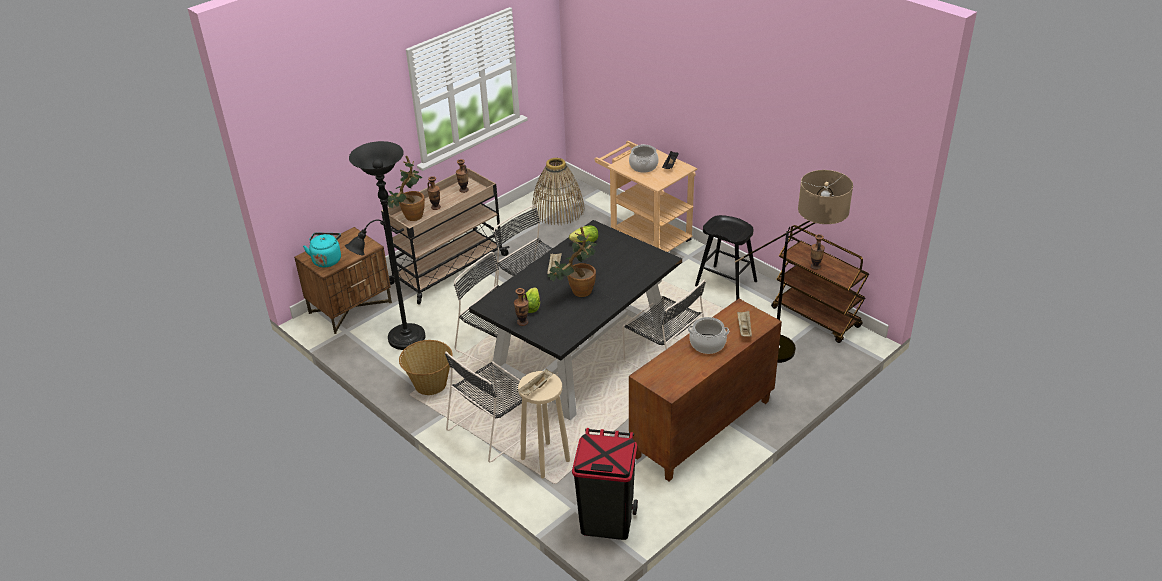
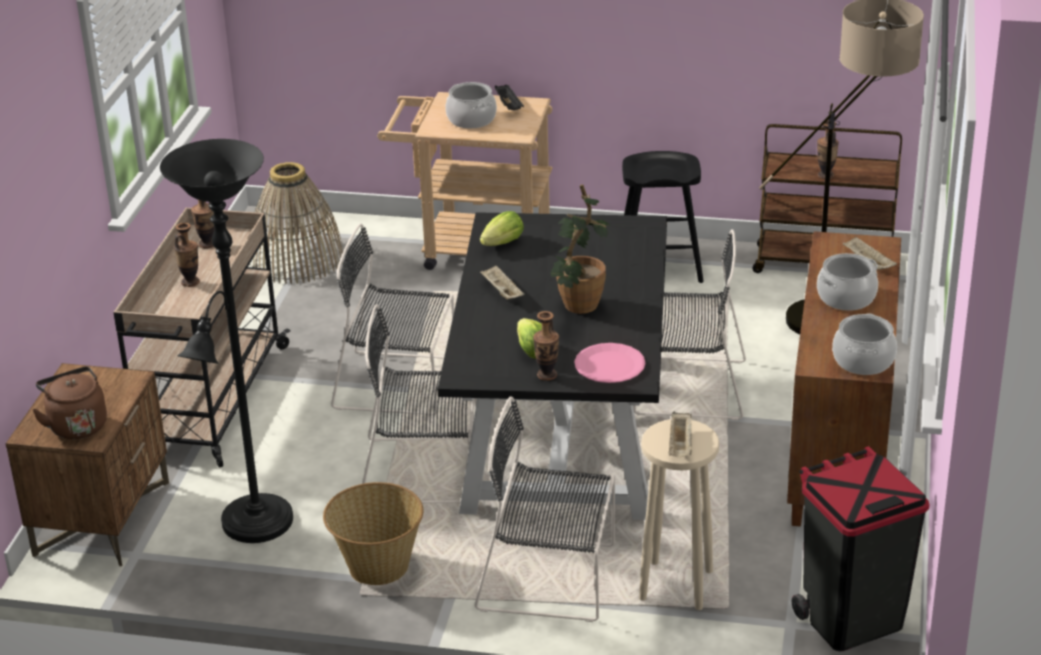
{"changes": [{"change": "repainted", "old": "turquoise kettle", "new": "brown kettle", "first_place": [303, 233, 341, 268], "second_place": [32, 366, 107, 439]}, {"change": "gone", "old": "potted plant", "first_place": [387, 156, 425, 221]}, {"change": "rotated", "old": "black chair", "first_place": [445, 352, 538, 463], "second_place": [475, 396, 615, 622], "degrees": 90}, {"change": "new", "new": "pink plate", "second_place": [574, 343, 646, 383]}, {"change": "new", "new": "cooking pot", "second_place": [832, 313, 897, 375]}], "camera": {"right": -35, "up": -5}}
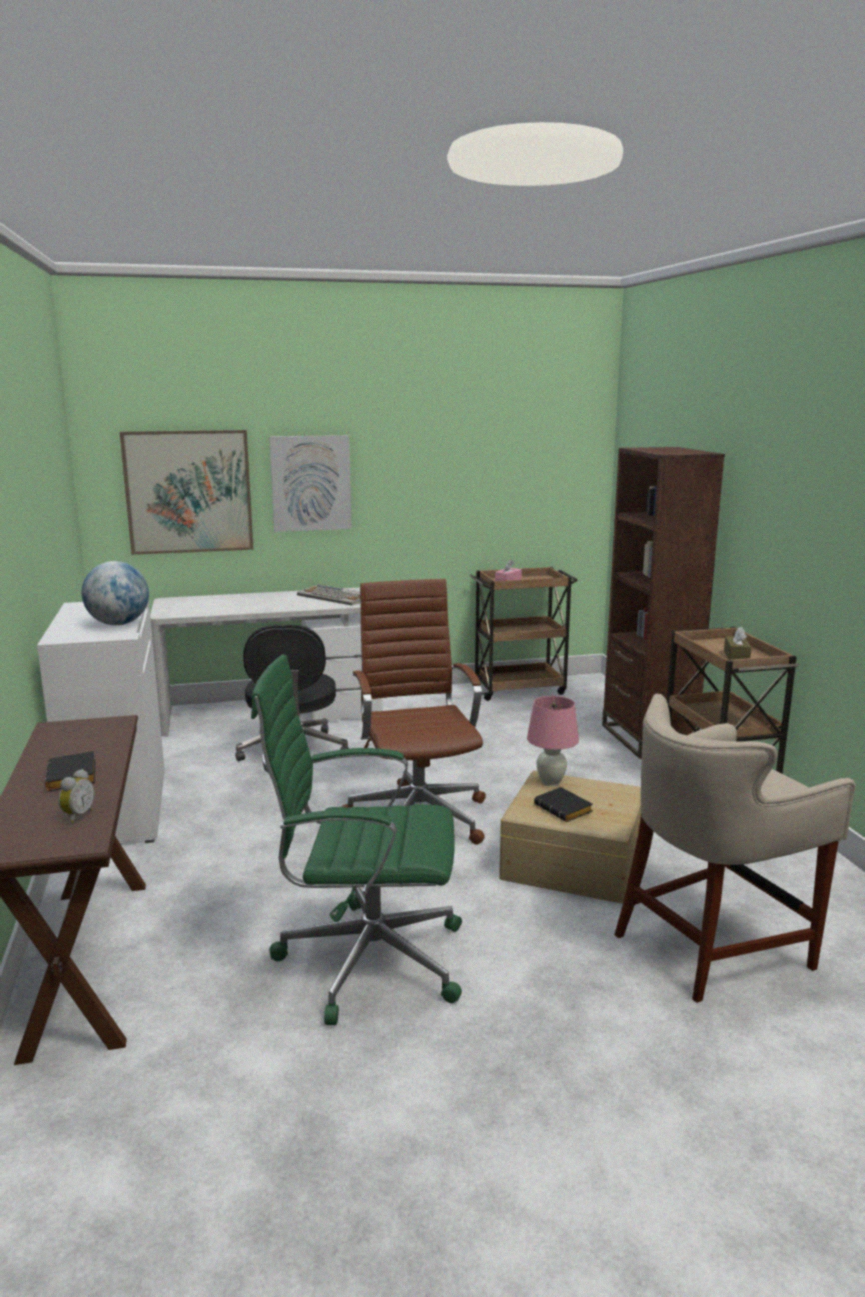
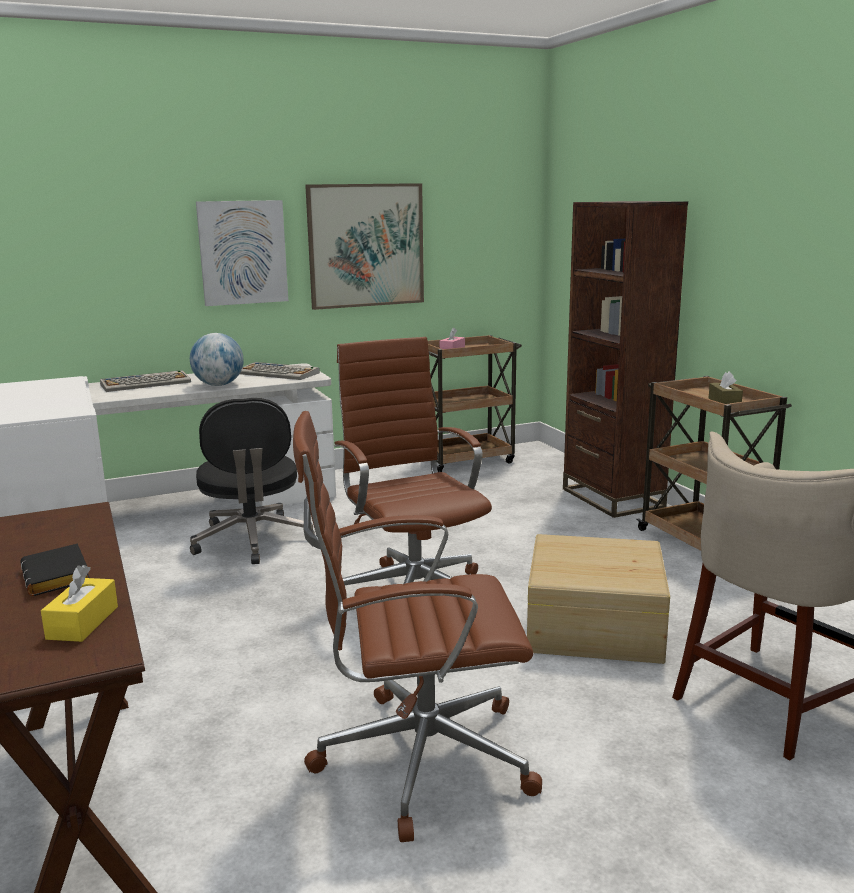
{"changes": [{"change": "swapped", "old": "alarm clock", "new": "yellow tissue box", "first_place": [58, 769, 95, 823], "second_place": [41, 565, 118, 642]}, {"change": "shifted", "old": "globe", "first_place": [82, 561, 149, 625], "second_place": [190, 333, 244, 386]}, {"change": "shifted", "old": "picture", "first_place": [120, 430, 254, 555], "second_place": [305, 183, 424, 310]}, {"change": "repainted", "old": "green office chair", "new": "brown office chair", "first_place": [251, 654, 462, 1025], "second_place": [293, 411, 542, 842]}, {"change": "gone", "old": "pink table lamp", "first_place": [527, 696, 579, 786]}, {"change": "gone", "old": "black book", "first_place": [534, 787, 593, 822]}, {"change": "new", "new": "keyboard", "second_place": [100, 370, 191, 392]}], "camera": {"right": -10, "up": 0}}
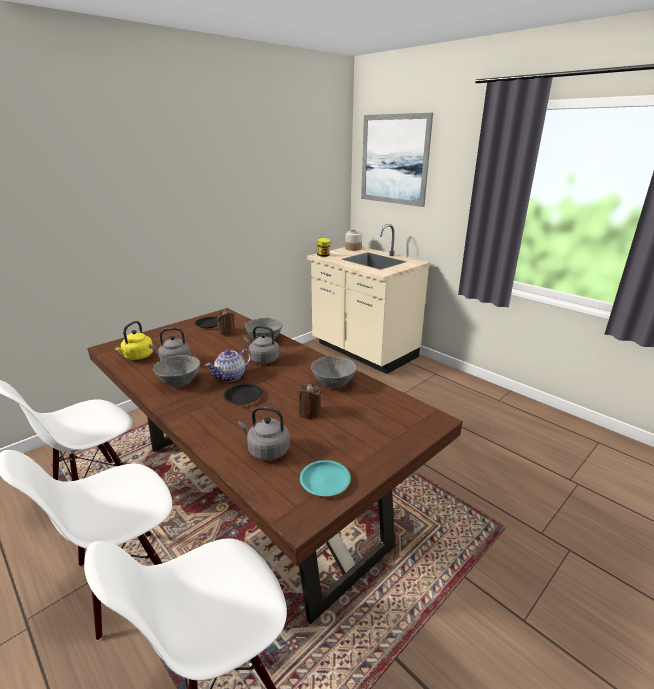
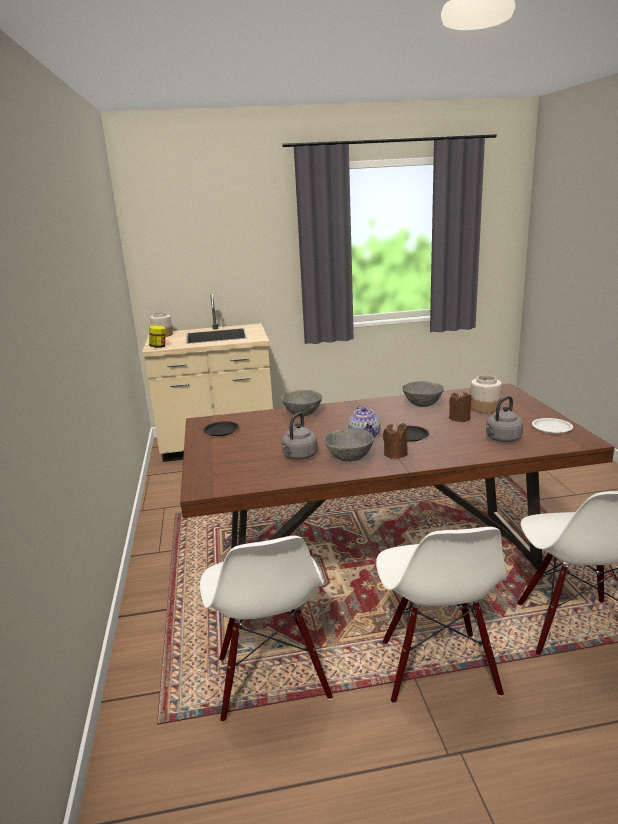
{"changes": [{"change": "gone", "old": "yellow kettle", "first_place": [115, 321, 153, 360]}, {"change": "shifted", "old": "brown candle", "first_place": [216, 309, 235, 335], "second_place": [383, 422, 408, 459]}, {"change": "gone", "old": "grey kettle", "first_place": [244, 325, 279, 364]}, {"change": "repainted", "old": "turquoise plate", "new": "white plate", "first_place": [300, 460, 351, 496], "second_place": [532, 418, 573, 434]}, {"change": "gone", "old": "picture", "first_place": [361, 113, 433, 207]}, {"change": "new", "new": "jar", "second_place": [470, 375, 502, 413]}], "camera": {"right": -55, "up": -5}}
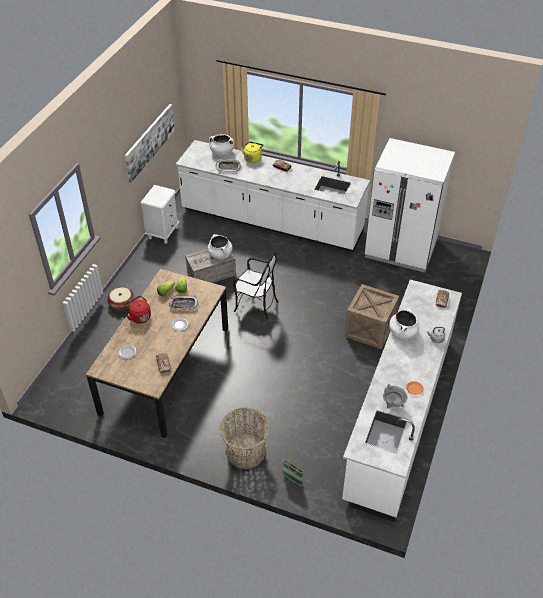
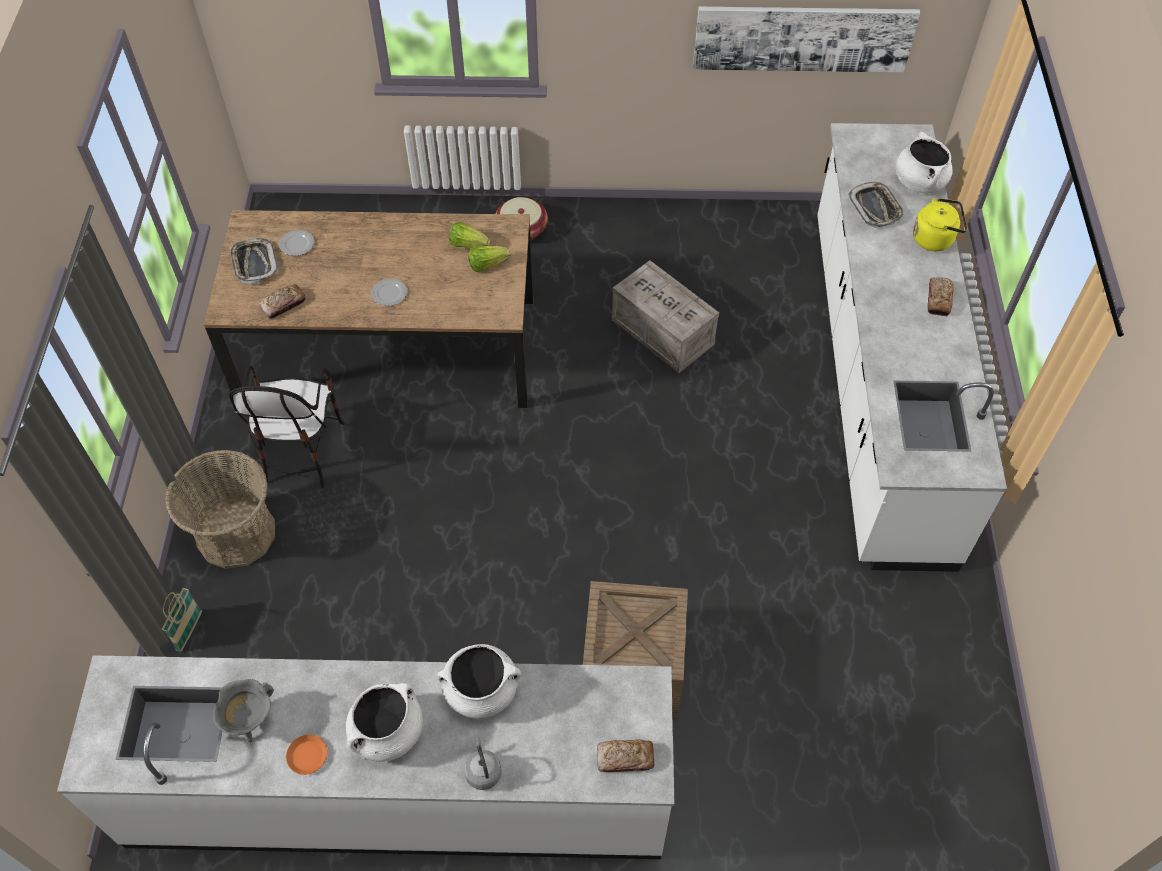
{"changes": [{"change": "gone", "old": "red kettle", "first_place": [124, 296, 151, 323]}, {"change": "gone", "old": "white nightstand", "first_place": [140, 185, 179, 244]}, {"change": "shifted", "old": "tray", "first_place": [169, 296, 198, 310], "second_place": [229, 238, 278, 284]}, {"change": "shifted", "old": "white cooking pot", "first_place": [208, 234, 232, 259], "second_place": [346, 683, 423, 762]}, {"change": "shifted", "old": "chair", "first_place": [233, 252, 279, 320], "second_place": [229, 365, 344, 488]}, {"change": "gone", "old": "white fridge", "first_place": [364, 138, 455, 273]}], "camera": {"right": 70, "up": 10}}
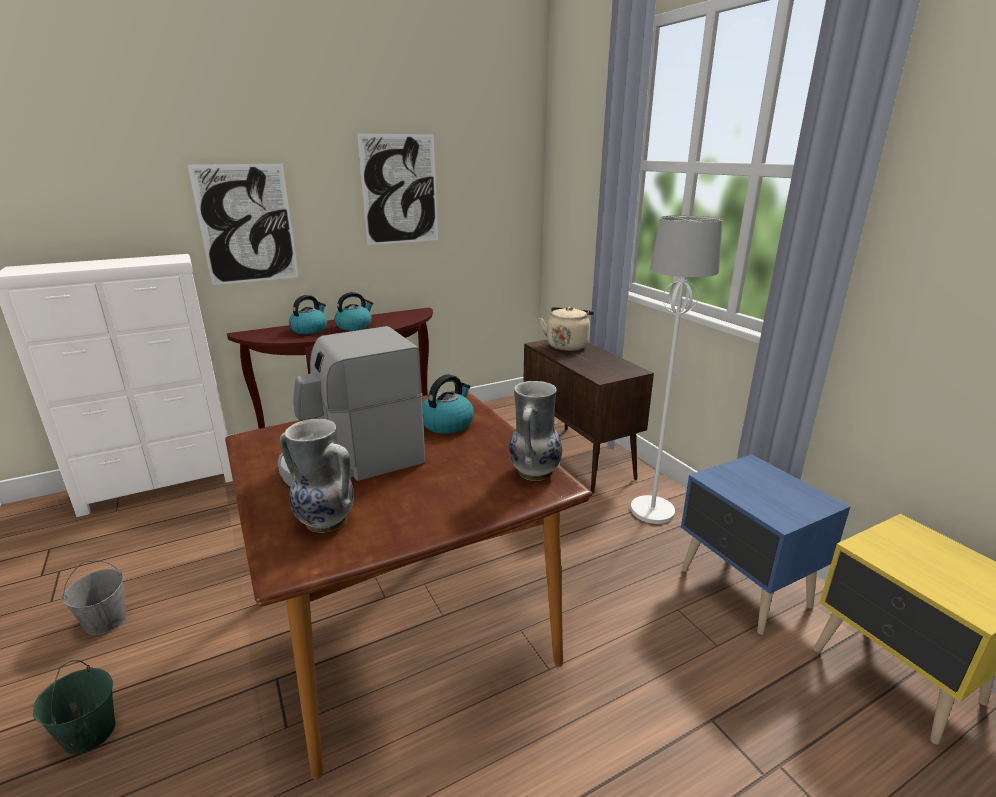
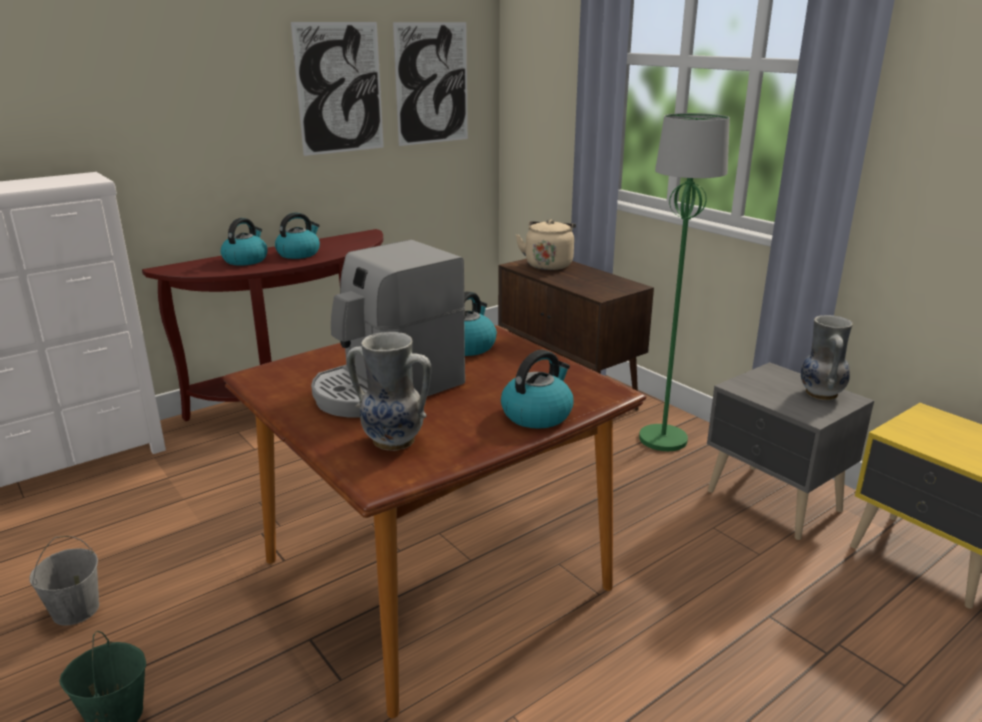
{"changes": [{"change": "shifted", "old": "picture", "first_place": [188, 164, 299, 285], "second_place": [393, 22, 468, 146]}, {"change": "shifted", "old": "vase", "first_place": [509, 381, 562, 481], "second_place": [801, 315, 853, 400]}, {"change": "repainted", "old": "white floor lamp", "new": "green floor lamp", "first_place": [630, 215, 723, 524], "second_place": [639, 113, 730, 451]}, {"change": "repainted", "old": "blue nightstand", "new": "grey nightstand", "first_place": [681, 454, 851, 635], "second_place": [707, 362, 874, 540]}, {"change": "new", "new": "kettle", "second_place": [501, 350, 573, 429]}], "camera": {"right": -10, "up": 0}}
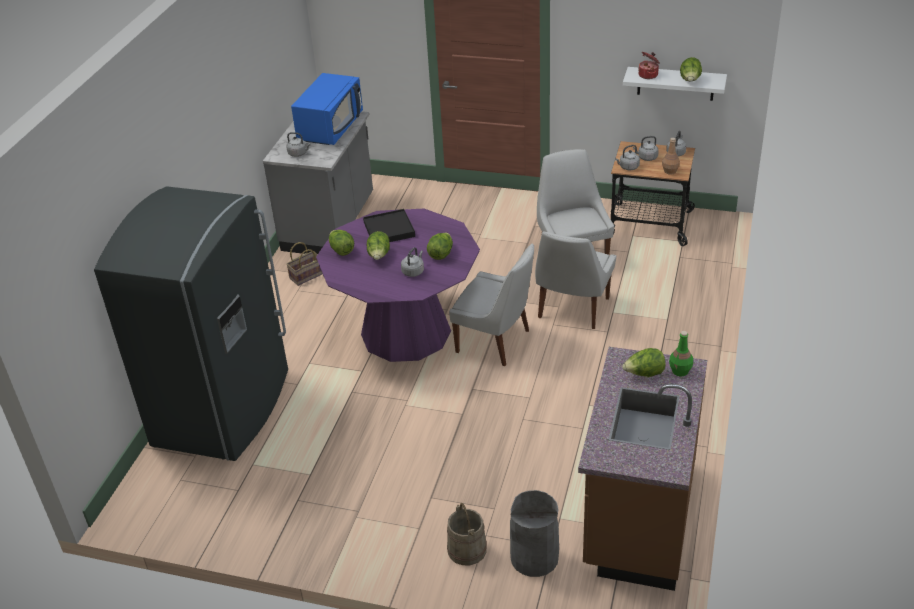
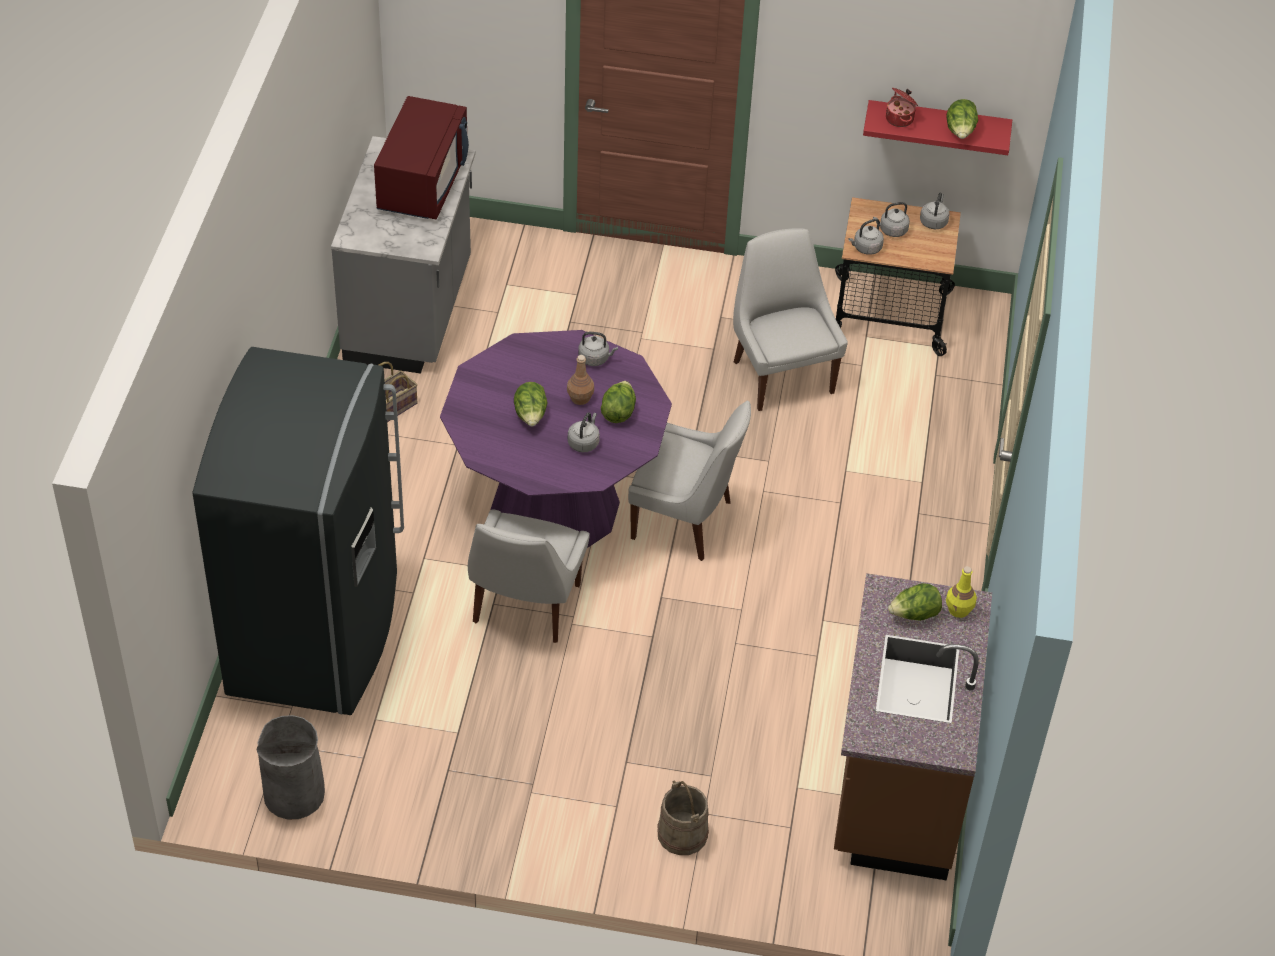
{"changes": [{"change": "shifted", "old": "grey kettle", "first_place": [286, 132, 311, 157], "second_place": [578, 332, 618, 366]}, {"change": "repainted", "old": "blue microwave", "new": "red microwave", "first_place": [291, 73, 363, 145], "second_place": [374, 96, 469, 220]}, {"change": "gone", "old": "lettuce", "first_place": [329, 230, 354, 256]}, {"change": "gone", "old": "black tray", "first_place": [363, 209, 415, 242]}, {"change": "shifted", "old": "grey trash can", "first_place": [510, 490, 559, 577], "second_place": [257, 715, 325, 820]}, {"change": "shifted", "old": "white chair", "first_place": [535, 231, 616, 329], "second_place": [468, 510, 590, 643]}, {"change": "repainted", "old": "white shelf", "new": "red shelf", "first_place": [623, 67, 727, 101], "second_place": [863, 100, 1012, 155]}, {"change": "shifted", "old": "brown bottle", "first_place": [662, 138, 680, 175], "second_place": [567, 355, 594, 405]}, {"change": "repainted", "old": "green bottle", "new": "yellow bottle", "first_place": [669, 331, 693, 376], "second_place": [946, 566, 977, 618]}], "camera": {"right": -10, "up": 10}}
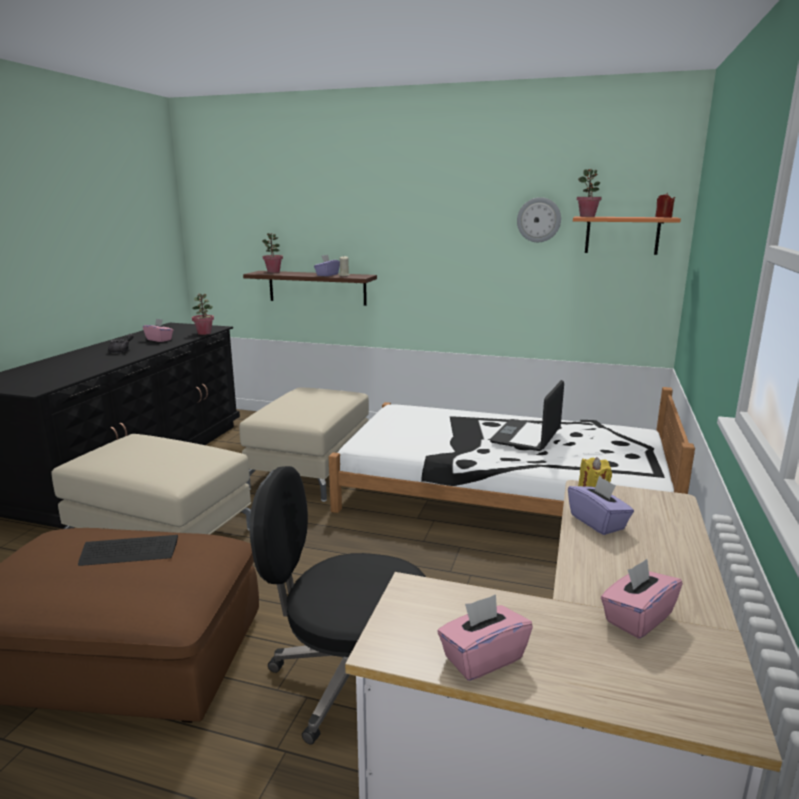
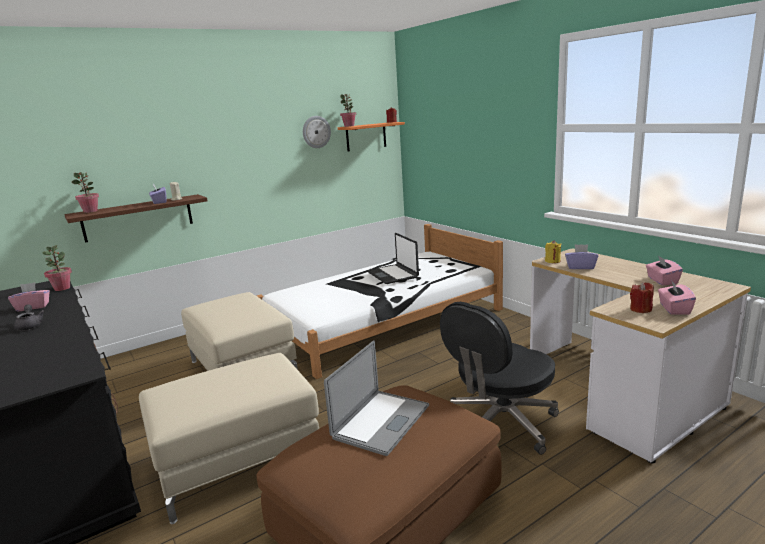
{"changes": [{"change": "swapped", "old": "keyboard", "new": "laptop", "first_place": [78, 535, 178, 566], "second_place": [324, 340, 429, 456]}, {"change": "new", "new": "red candle", "second_place": [630, 282, 654, 313]}], "camera": {"right": -50, "up": 0}}
